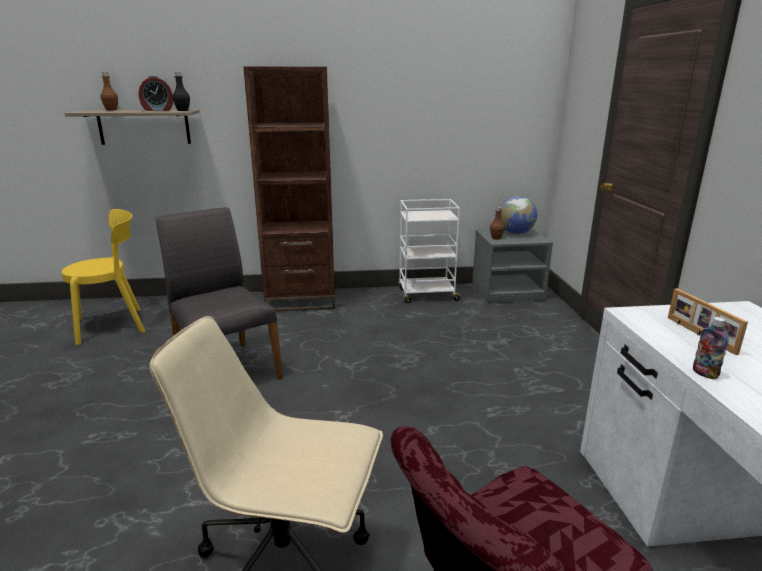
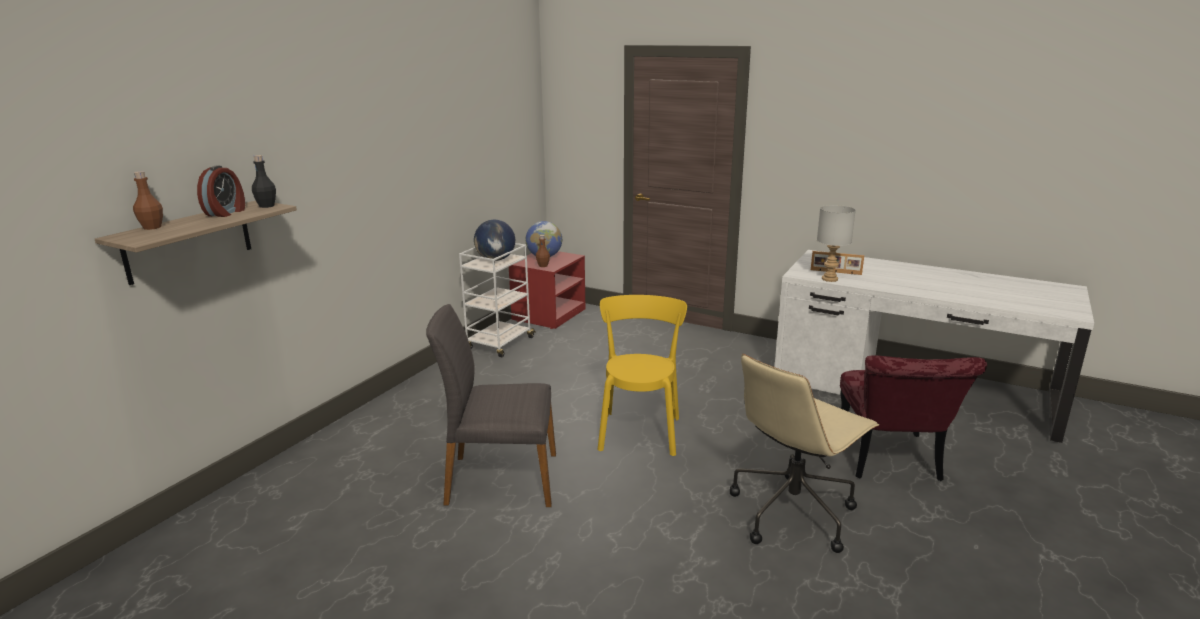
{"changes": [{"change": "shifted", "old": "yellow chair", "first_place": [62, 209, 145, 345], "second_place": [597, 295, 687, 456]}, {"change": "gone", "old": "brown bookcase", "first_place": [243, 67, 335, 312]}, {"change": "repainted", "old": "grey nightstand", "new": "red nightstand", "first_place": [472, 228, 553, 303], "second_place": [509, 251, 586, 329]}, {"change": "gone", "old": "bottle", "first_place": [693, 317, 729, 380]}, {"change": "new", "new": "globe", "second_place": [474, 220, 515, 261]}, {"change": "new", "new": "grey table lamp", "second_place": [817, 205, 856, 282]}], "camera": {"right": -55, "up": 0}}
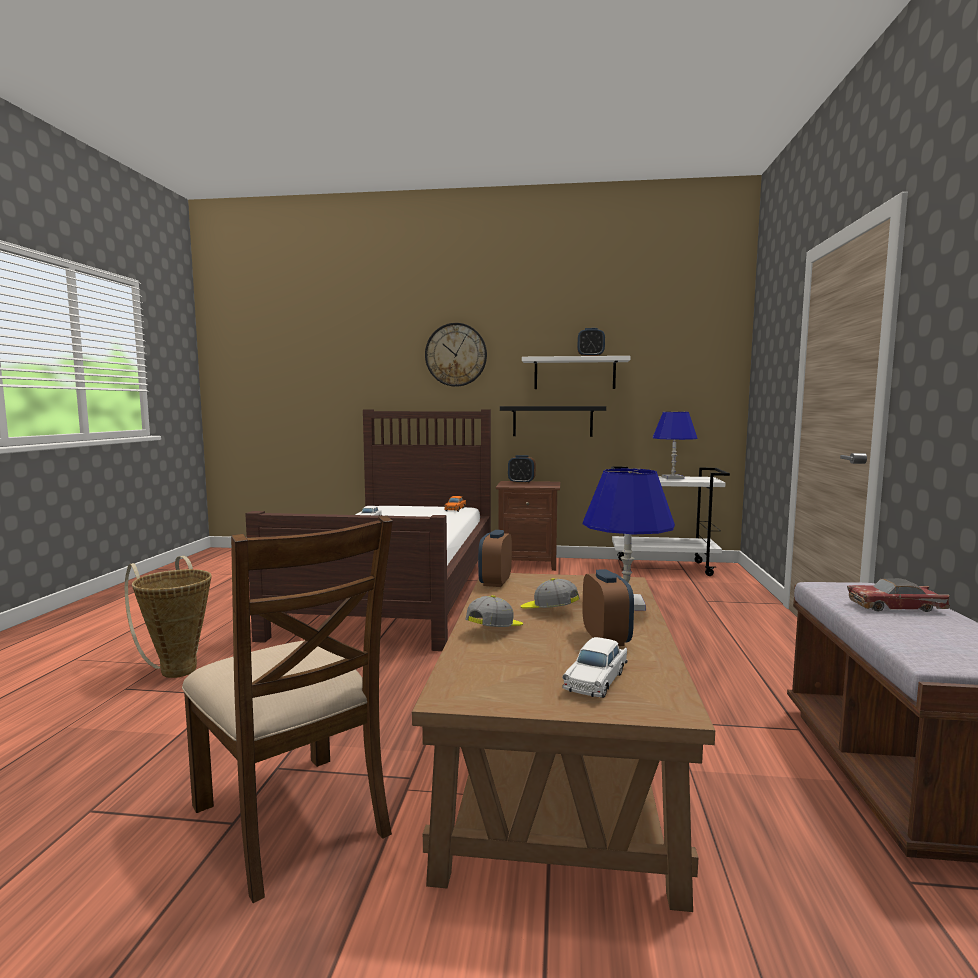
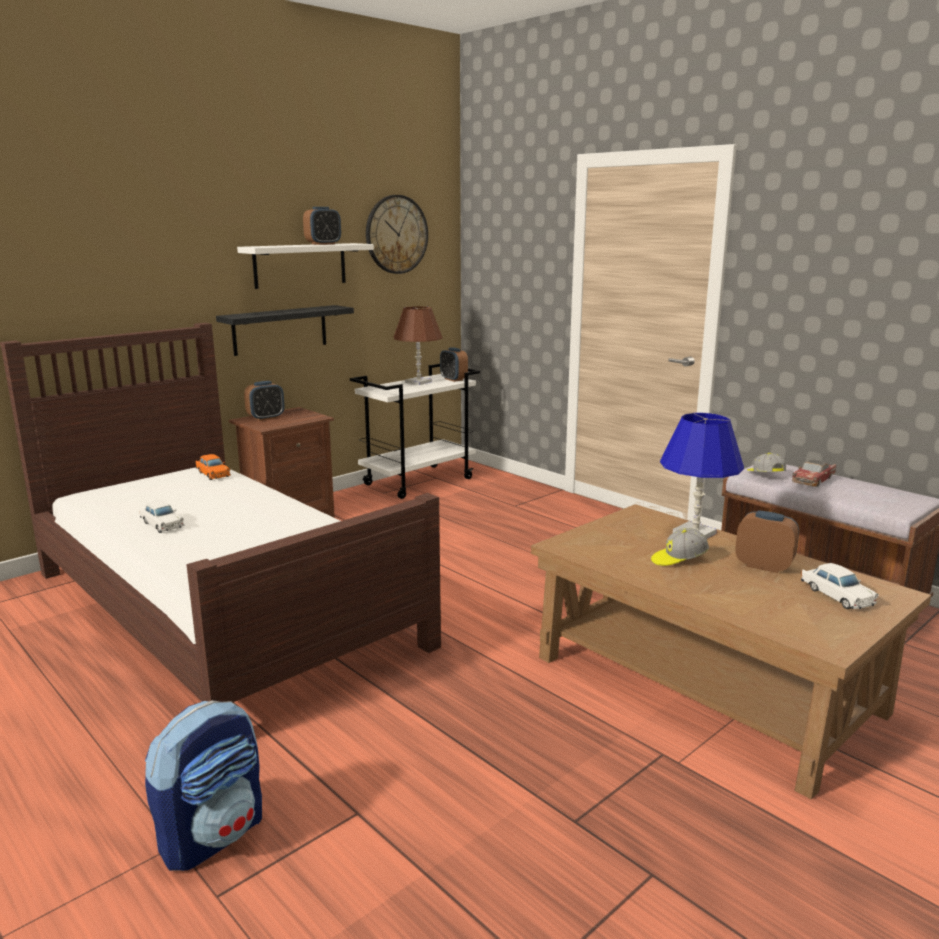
{"changes": [{"change": "swapped", "old": "basket", "new": "backpack", "first_place": [125, 556, 212, 678], "second_place": [145, 700, 262, 871]}, {"change": "gone", "old": "brown chair", "first_place": [182, 515, 393, 903]}, {"change": "shifted", "old": "wall clock", "first_place": [425, 323, 487, 387], "second_place": [366, 195, 428, 274]}, {"change": "shifted", "old": "cap", "first_place": [465, 595, 523, 627], "second_place": [747, 453, 786, 472]}, {"change": "shifted", "old": "alarm clock", "first_place": [478, 530, 512, 587], "second_place": [440, 347, 468, 382]}, {"change": "repainted", "old": "blue table lamp", "new": "brown table lamp", "first_place": [653, 412, 698, 479], "second_place": [394, 306, 442, 385]}], "camera": {"right": -50, "up": 10}}
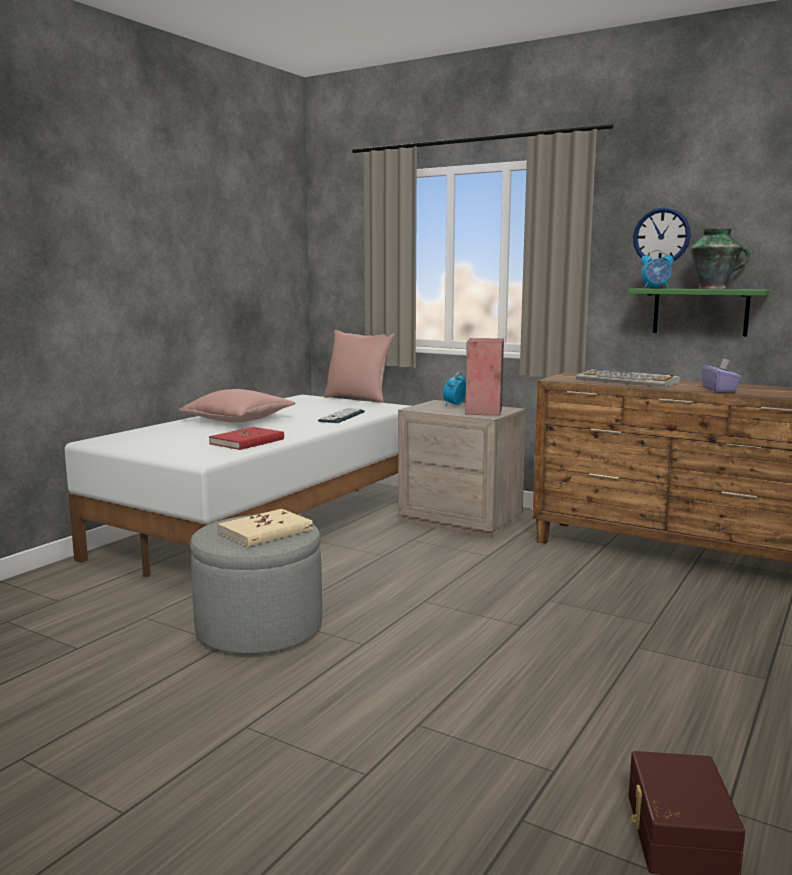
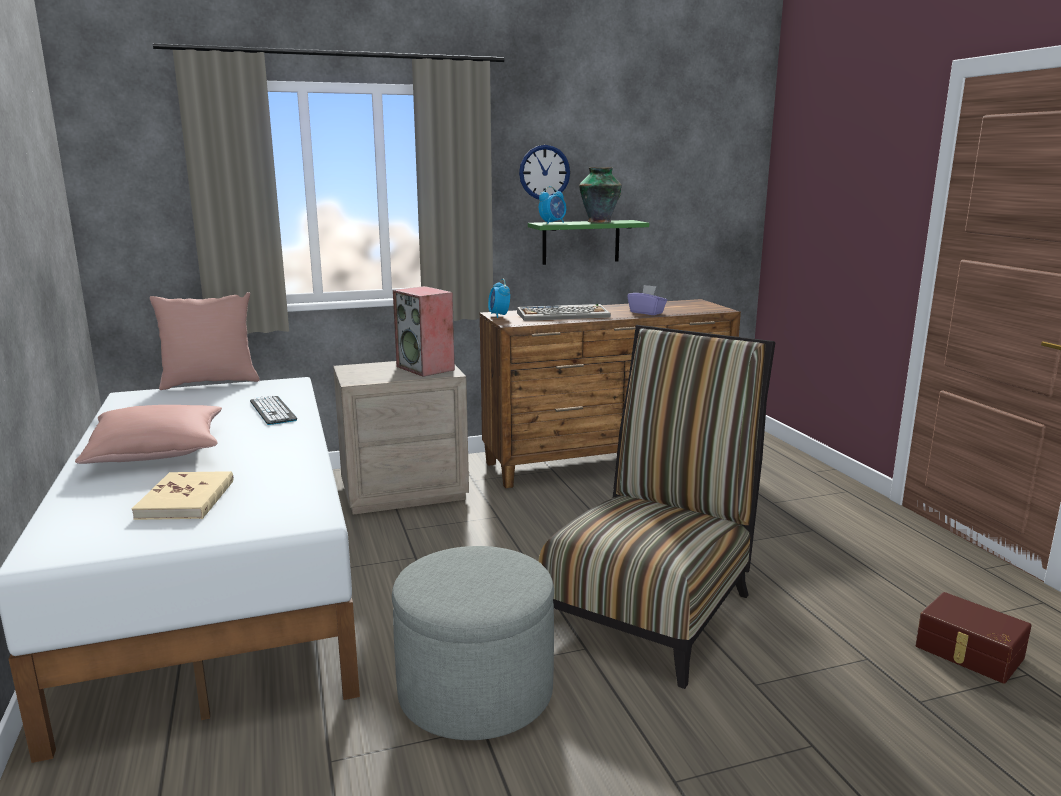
{"changes": [{"change": "gone", "old": "red book", "first_place": [209, 427, 284, 450]}, {"change": "shifted", "old": "beige book", "first_place": [218, 509, 313, 547], "second_place": [132, 471, 233, 520]}, {"change": "shifted", "old": "alarm clock", "first_place": [443, 372, 466, 406], "second_place": [488, 279, 510, 318]}, {"change": "new", "new": "chair", "second_place": [538, 325, 776, 689]}], "camera": {"right": -50, "up": 5}}
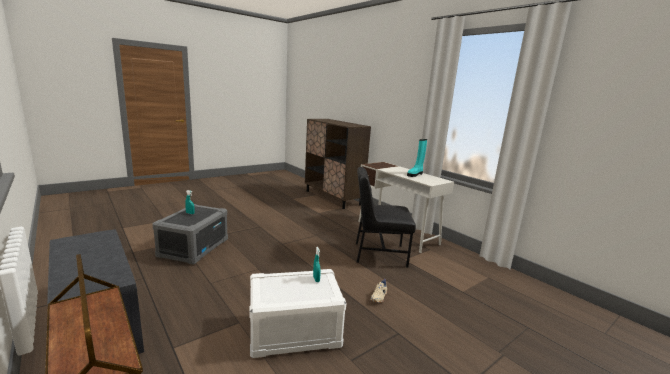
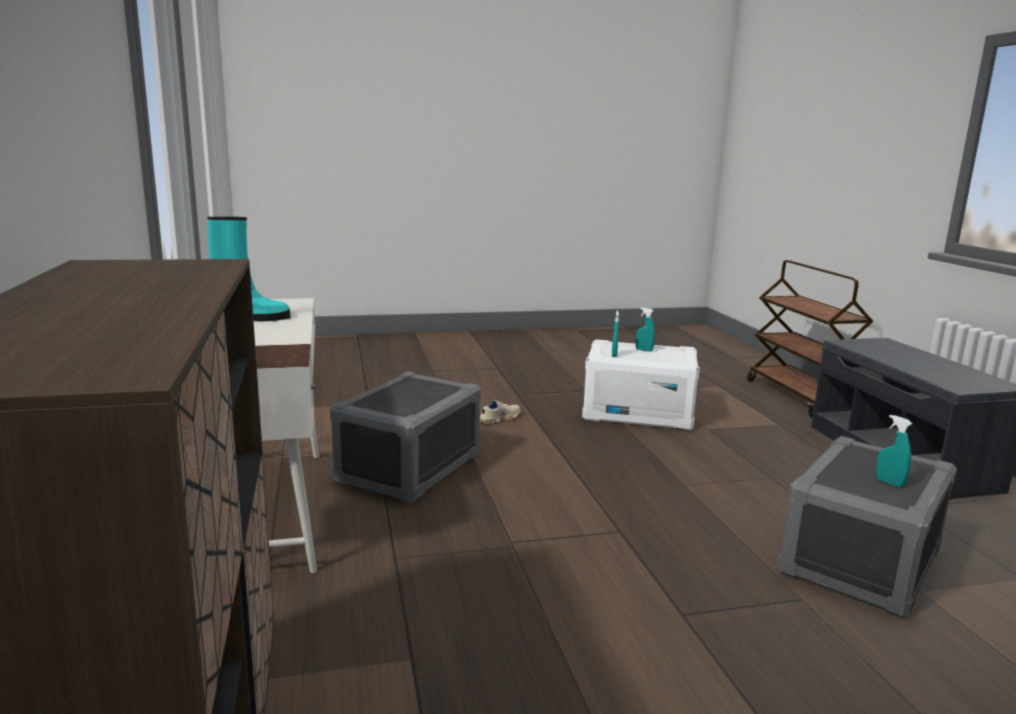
{"changes": [{"change": "swapped", "old": "black chair", "new": "grey storage box", "first_place": [356, 167, 416, 268], "second_place": [330, 371, 481, 503]}, {"change": "new", "new": "turquoise spray bottle", "second_place": [635, 308, 655, 352]}], "camera": {"right": -155, "up": 0}}
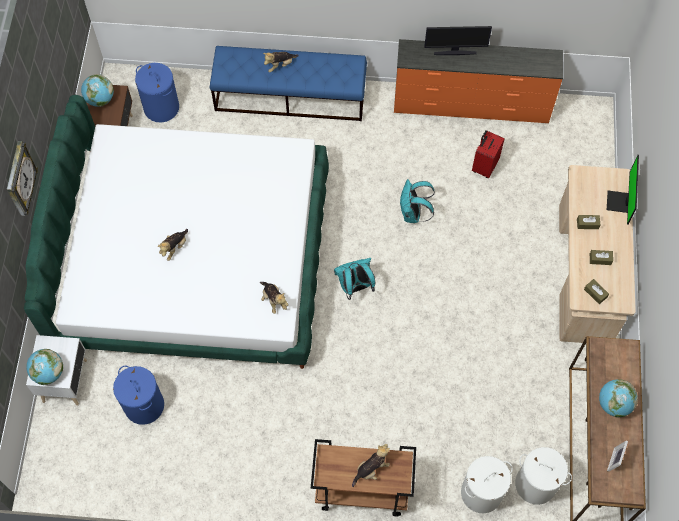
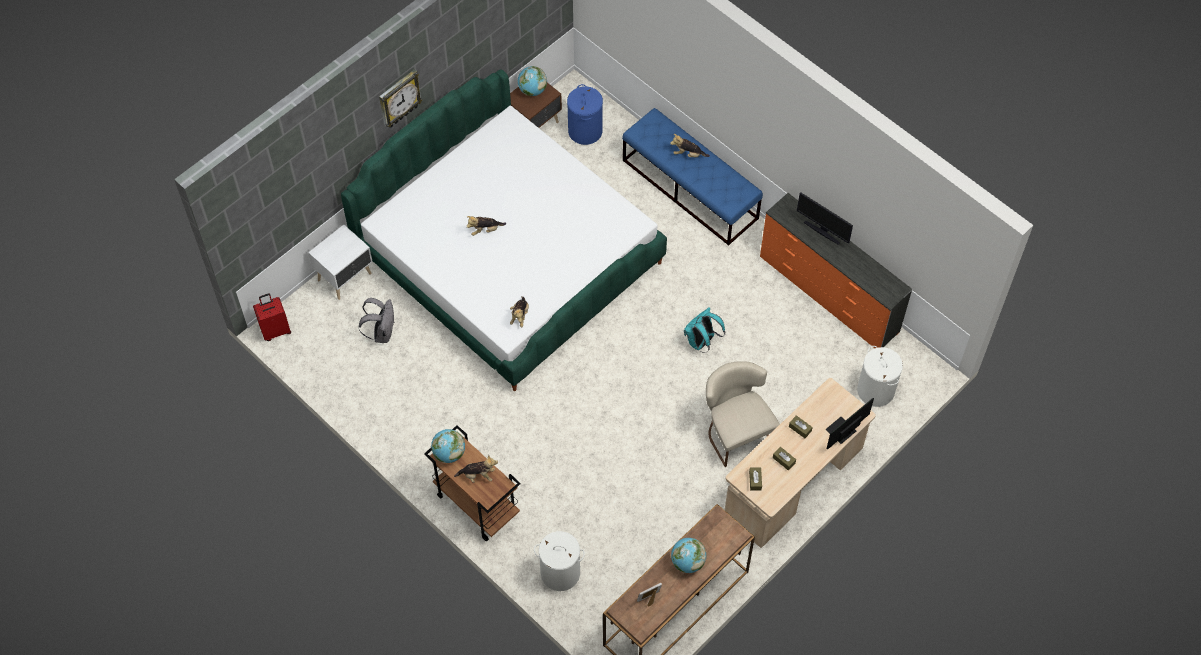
{"changes": [{"change": "shifted", "old": "globe", "first_place": [26, 349, 63, 385], "second_place": [431, 429, 465, 463]}, {"change": "swapped", "old": "blue laundry basket", "new": "grey backpack", "first_place": [113, 366, 164, 425], "second_place": [358, 298, 394, 343]}, {"change": "gone", "old": "turquoise backpack", "first_place": [334, 258, 375, 300]}, {"change": "shifted", "old": "red suitcase", "first_place": [472, 130, 505, 178], "second_place": [253, 294, 291, 341]}, {"change": "shifted", "old": "white laundry basket", "first_place": [515, 447, 572, 505], "second_place": [857, 346, 903, 407]}, {"change": "new", "new": "beige chair", "second_place": [706, 361, 780, 467]}], "camera": {"right": 40, "up": -5}}
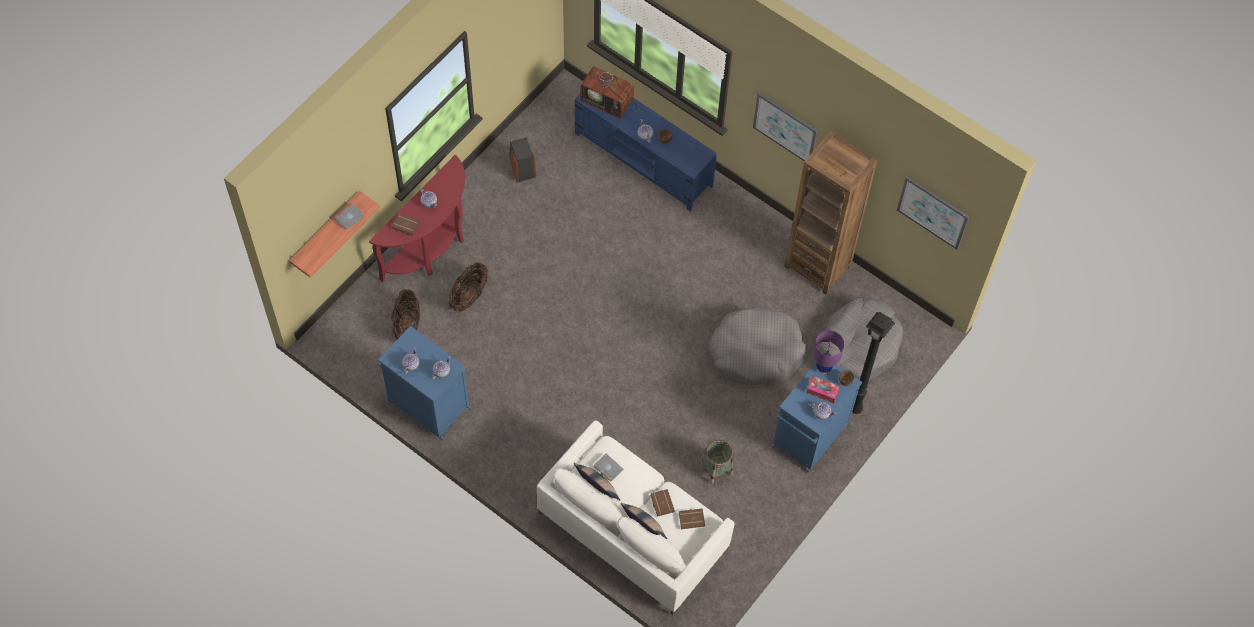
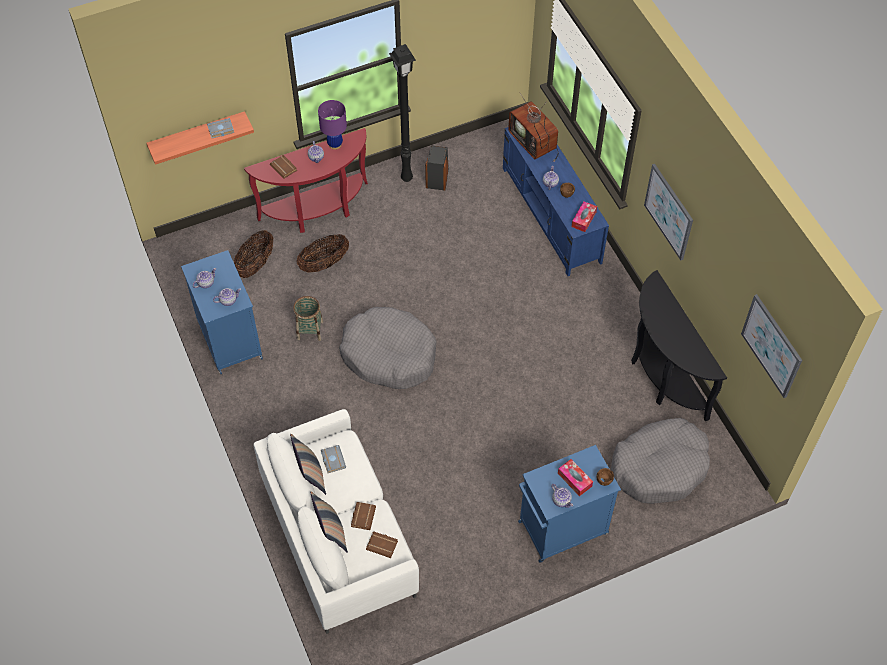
{"changes": [{"change": "shifted", "old": "basket", "first_place": [701, 440, 733, 484], "second_place": [293, 296, 323, 341]}, {"change": "shifted", "old": "grey dog bed", "first_place": [708, 306, 806, 385], "second_place": [339, 307, 437, 389]}, {"change": "swapped", "old": "brown bookcase", "new": "black console table", "first_place": [784, 131, 878, 295], "second_place": [631, 270, 727, 421]}, {"change": "shifted", "old": "purple table lamp", "first_place": [813, 331, 844, 374], "second_place": [318, 100, 347, 150]}, {"change": "shifted", "old": "black floor lamp", "first_place": [852, 312, 895, 414], "second_place": [389, 44, 416, 182]}, {"change": "new", "new": "tissue box", "second_place": [572, 201, 597, 232]}], "camera": {"right": 30, "up": -5}}
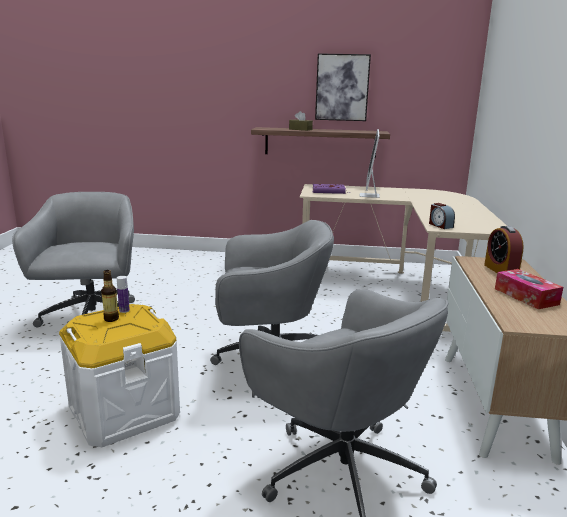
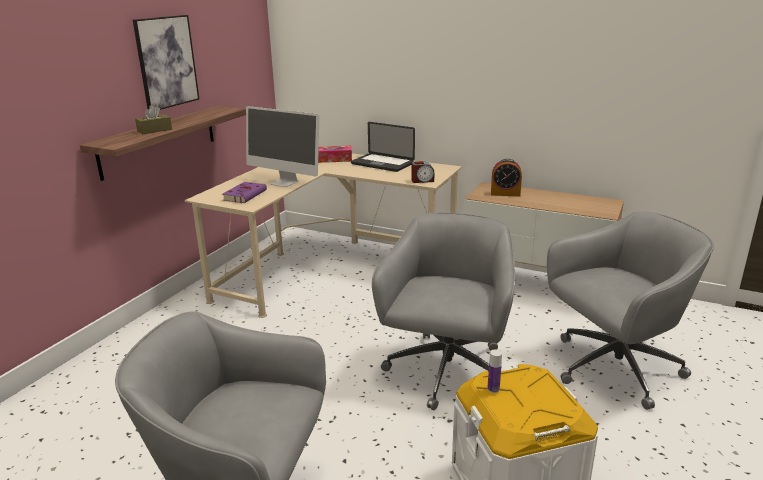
{"changes": [{"change": "gone", "old": "bottle", "first_place": [101, 270, 119, 322]}, {"change": "shifted", "old": "tissue box", "first_place": [495, 269, 564, 309], "second_place": [318, 146, 352, 163]}, {"change": "new", "new": "laptop", "second_place": [351, 122, 415, 172]}], "camera": {"right": -70, "up": 5}}
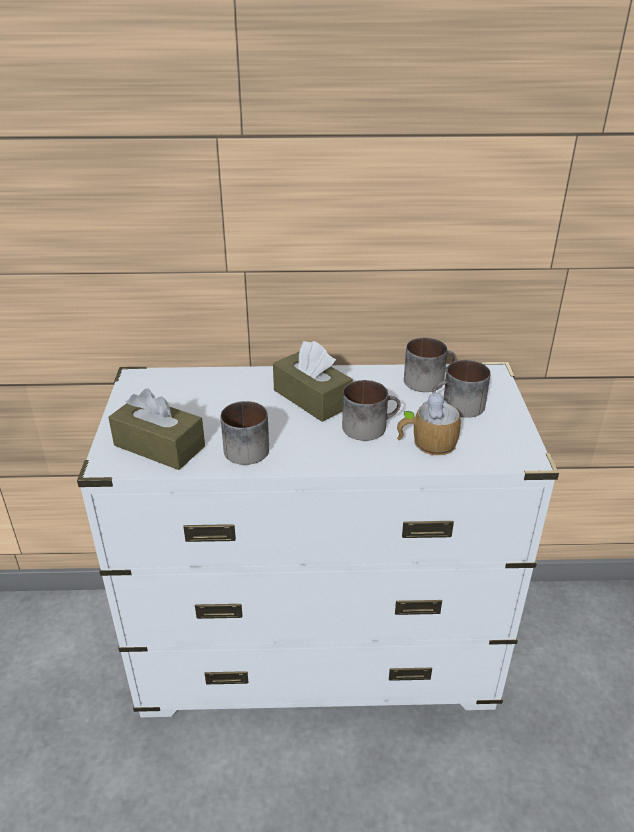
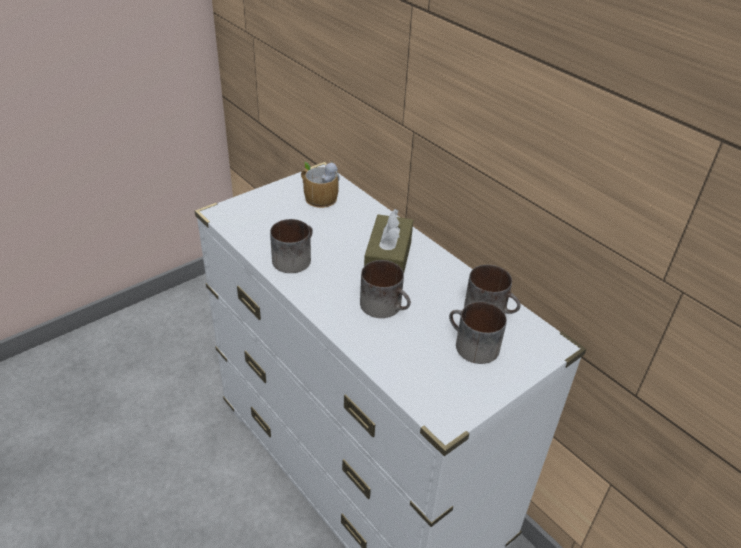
{"changes": [{"change": "gone", "old": "brown tissue box", "first_place": [108, 389, 205, 470]}, {"change": "shifted", "old": "mug", "first_place": [397, 392, 461, 455], "second_place": [301, 161, 340, 208]}], "camera": {"right": 50, "up": 5}}
